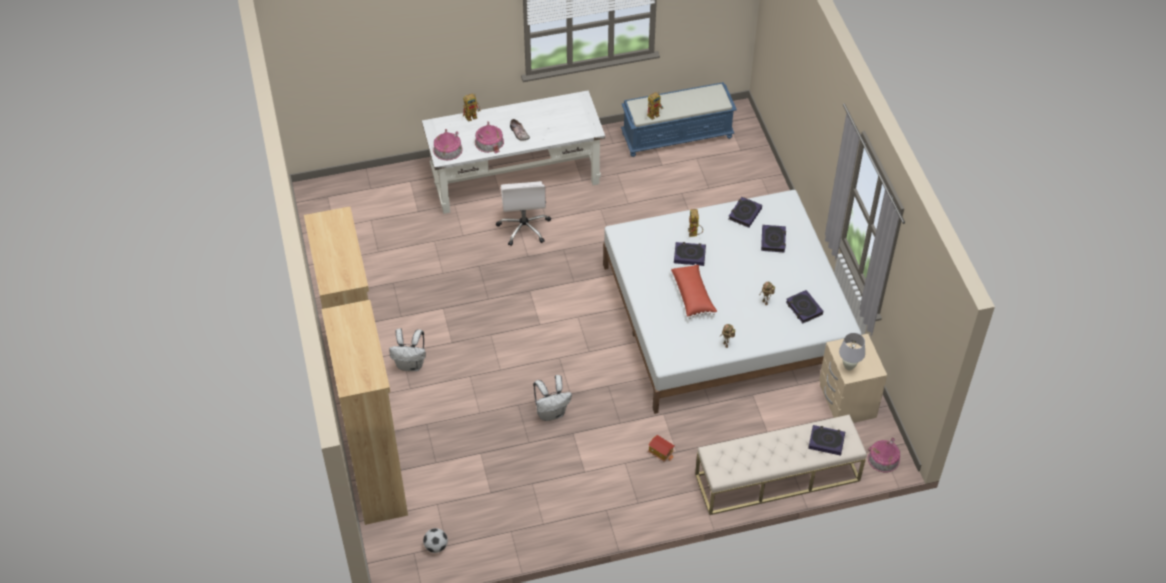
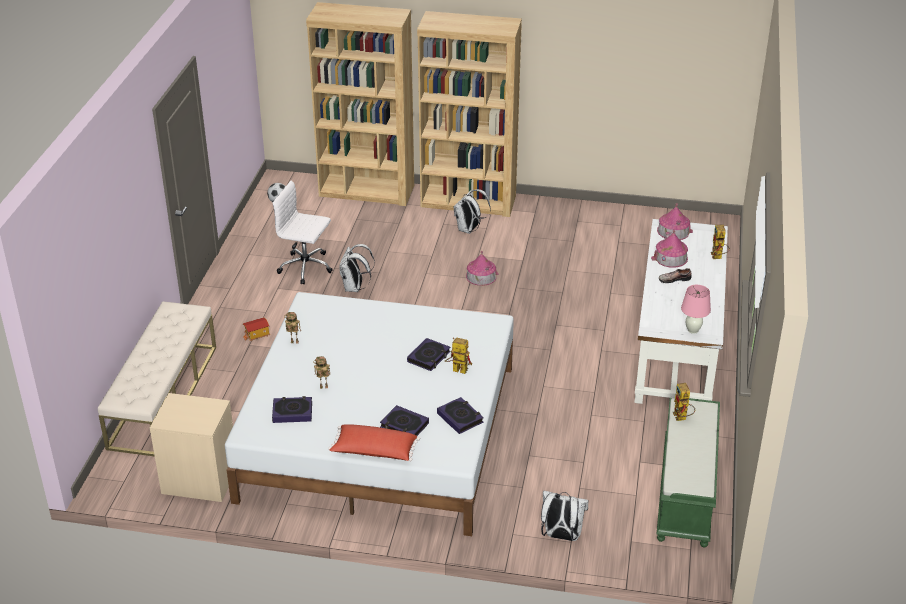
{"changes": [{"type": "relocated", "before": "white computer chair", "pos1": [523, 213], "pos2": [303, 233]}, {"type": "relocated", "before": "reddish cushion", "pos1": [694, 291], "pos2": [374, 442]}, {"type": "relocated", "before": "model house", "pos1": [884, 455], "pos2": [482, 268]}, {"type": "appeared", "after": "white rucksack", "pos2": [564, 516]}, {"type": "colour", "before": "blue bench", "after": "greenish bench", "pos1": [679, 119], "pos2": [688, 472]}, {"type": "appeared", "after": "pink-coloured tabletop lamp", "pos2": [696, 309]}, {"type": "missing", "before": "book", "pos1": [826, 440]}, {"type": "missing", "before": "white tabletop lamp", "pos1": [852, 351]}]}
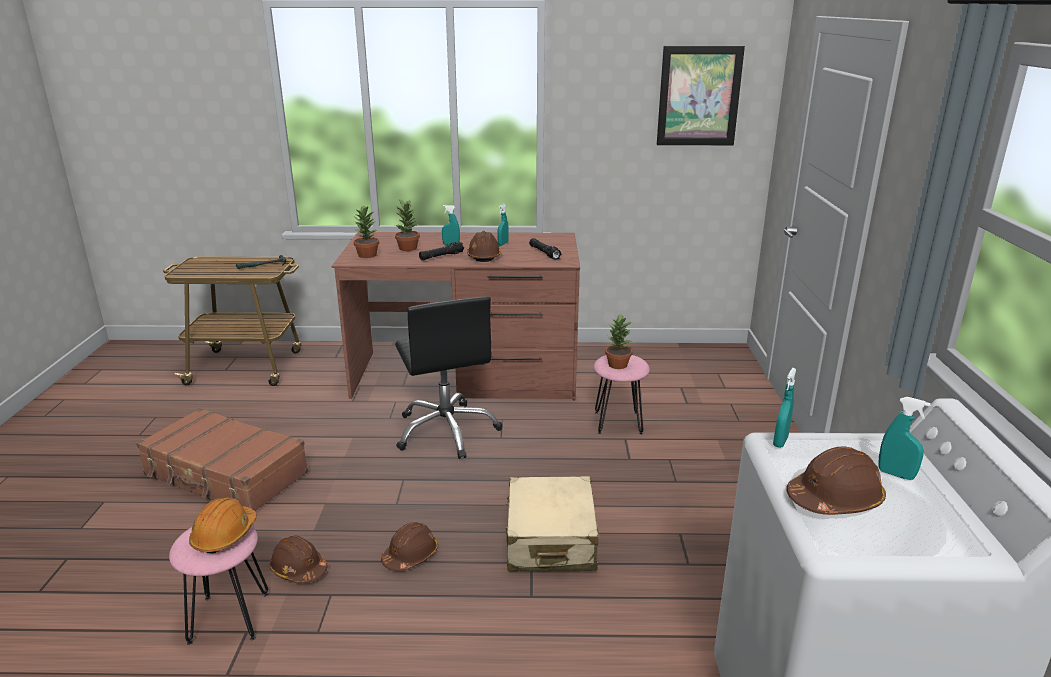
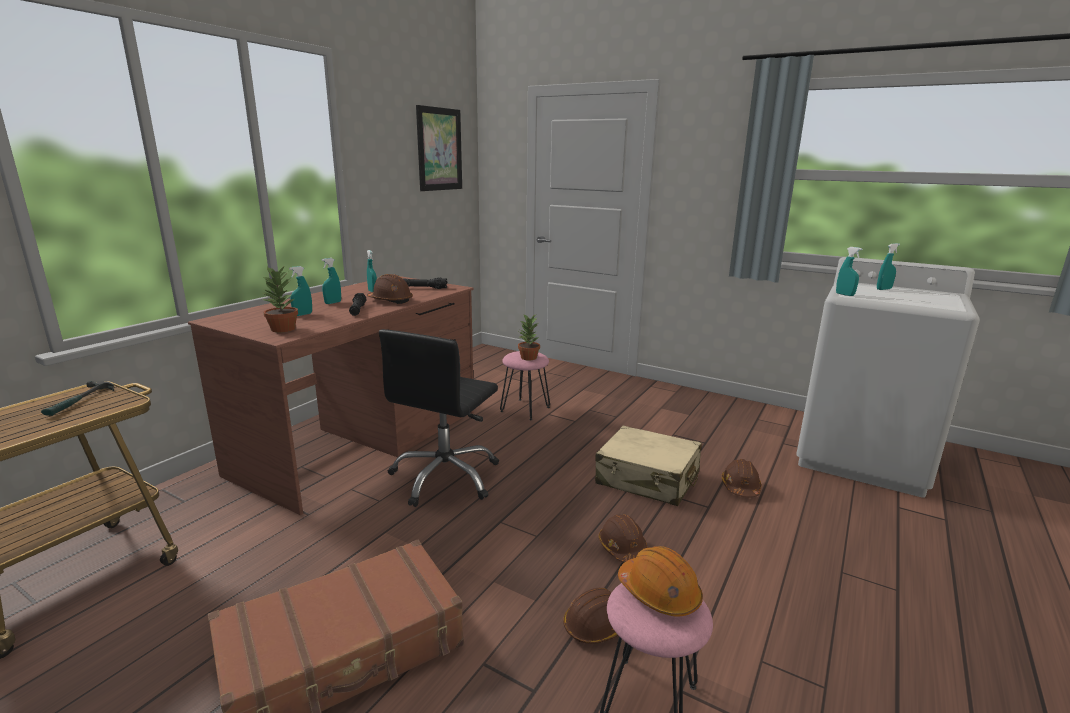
{"changes": [{"type": "exchanged", "before": "plant in a pot", "after": "blue-green spray bottle", "pos1": [407, 225], "pos2": [300, 291]}, {"type": "spun", "before": "black computer chair", "pos1": [448, 377], "pos2": [439, 418], "turn": 105}, {"type": "relocated", "before": "brown-coloured work helmet", "pos1": [836, 480], "pos2": [742, 478]}]}
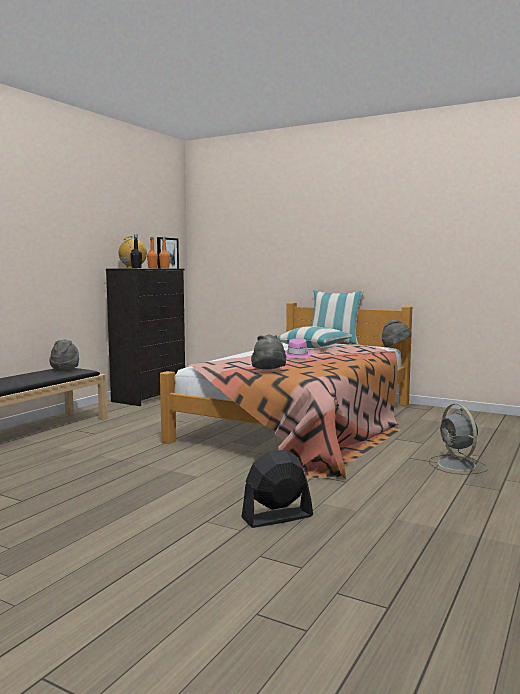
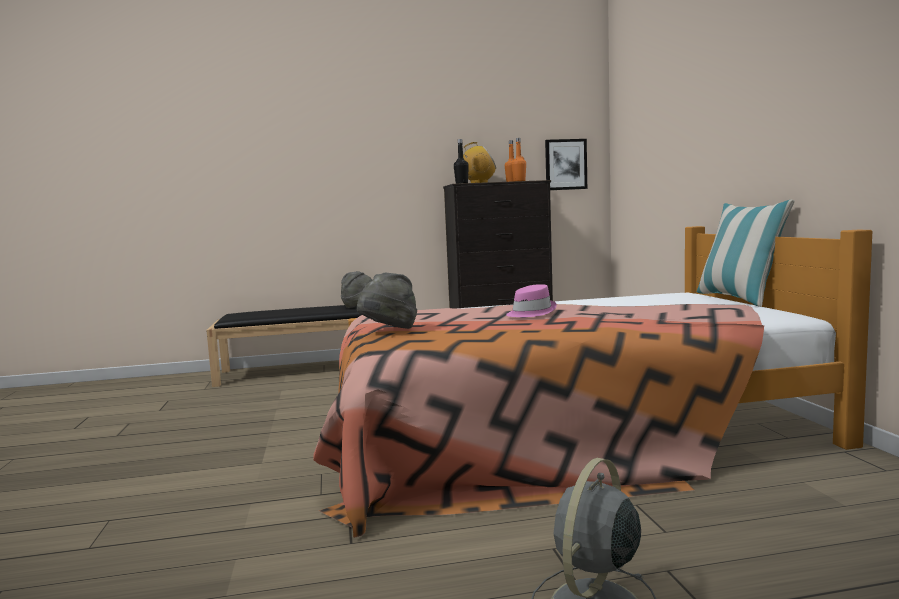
{"changes": [{"type": "missing", "before": "black fan", "pos1": [277, 488]}, {"type": "missing", "before": "cushion", "pos1": [314, 337]}, {"type": "missing", "before": "grey wearable hat", "pos1": [396, 333]}]}
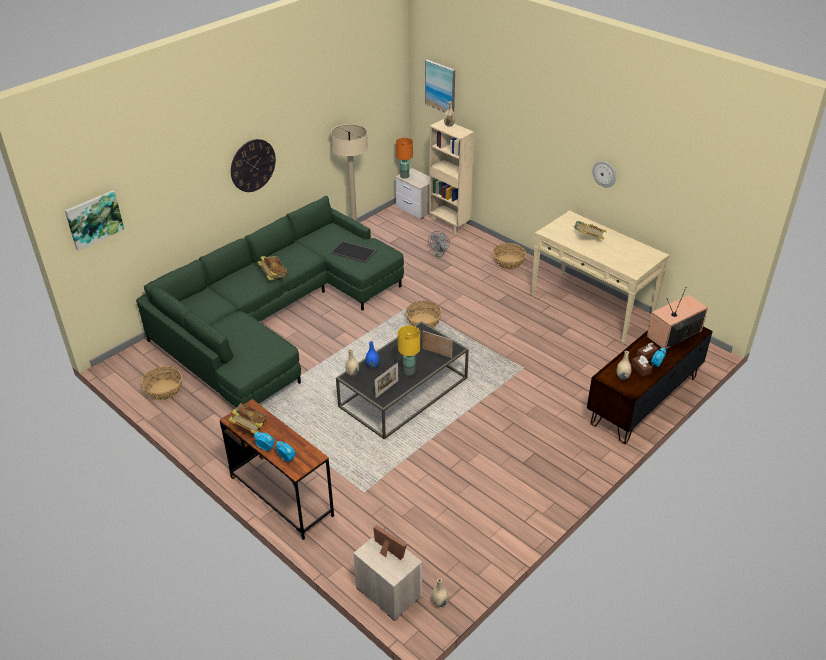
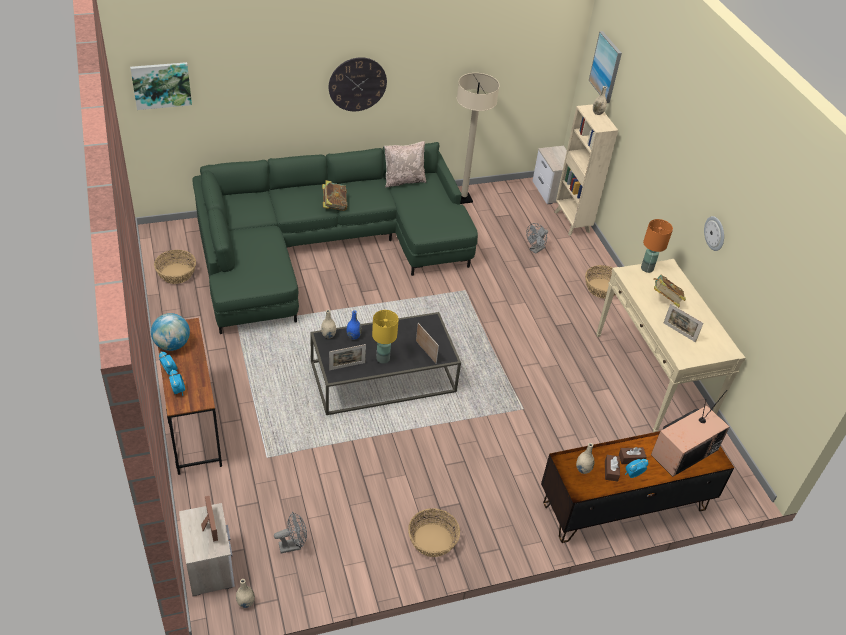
{"changes": [{"type": "exchanged", "before": "book", "after": "desk globe", "pos1": [247, 418], "pos2": [170, 332]}, {"type": "appeared", "after": "grey fan", "pos2": [290, 533]}, {"type": "appeared", "after": "beige cushion", "pos2": [405, 164]}, {"type": "relocated", "before": "household basket", "pos1": [423, 314], "pos2": [434, 532]}, {"type": "relocated", "before": "orange tabletop lamp", "pos1": [404, 158], "pos2": [657, 246]}, {"type": "spun", "before": "TV", "pos1": [677, 318], "pos2": [690, 433], "turn": 150}, {"type": "appeared", "after": "picture frame", "pos2": [683, 323]}, {"type": "missing", "before": "serving tray", "pos1": [354, 252]}]}
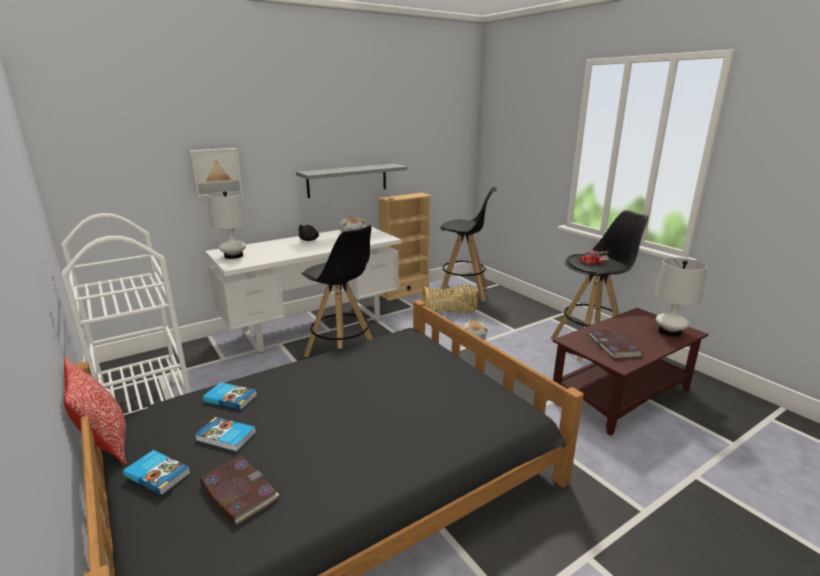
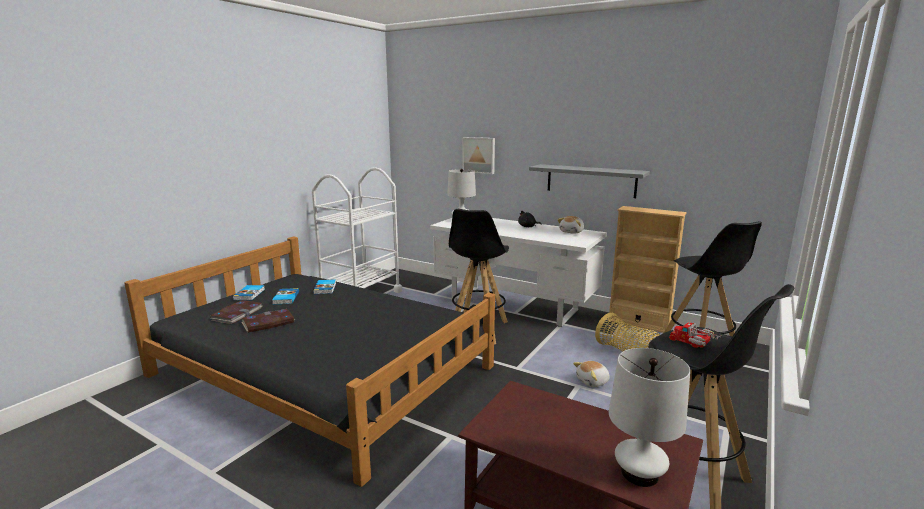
{"changes": [{"type": "relocated", "before": "book", "pos1": [615, 344], "pos2": [268, 320]}, {"type": "missing", "before": "cushion", "pos1": [95, 411]}]}
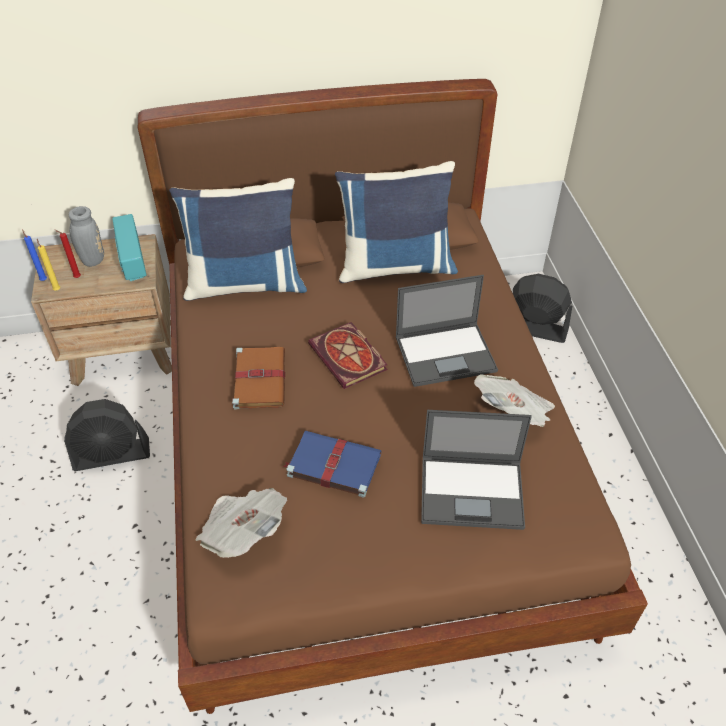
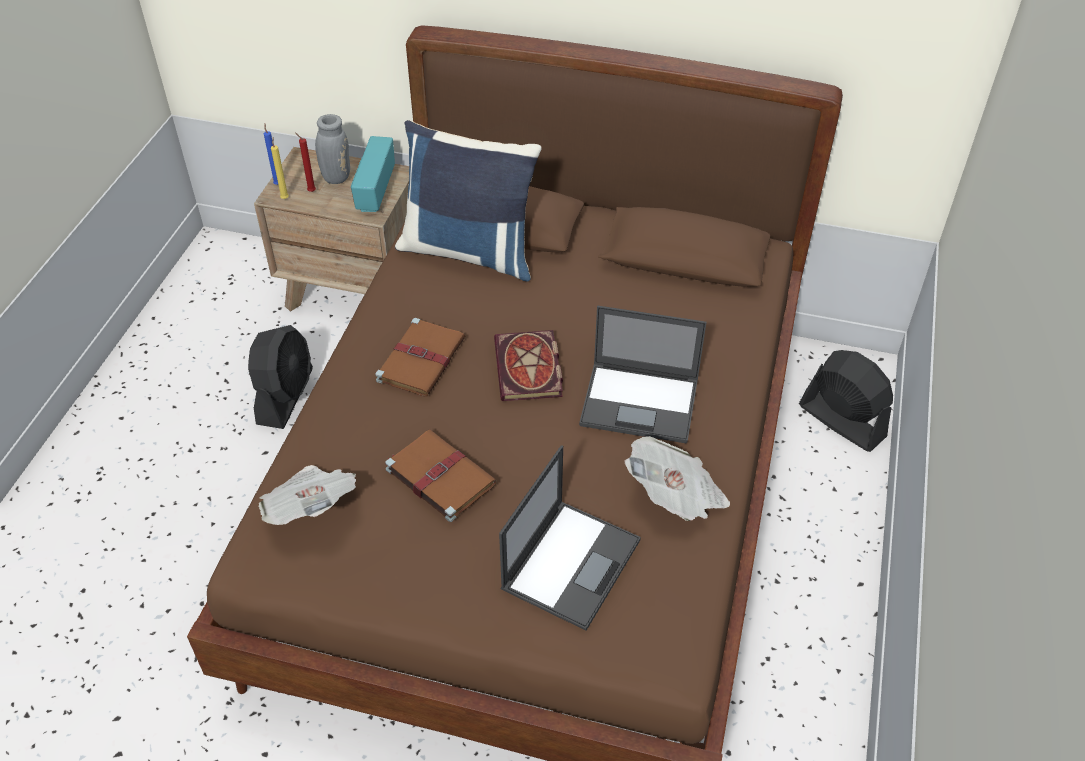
{"changes": [{"type": "spun", "before": "black fan", "pos1": [107, 435], "pos2": [280, 377], "turn": -90}, {"type": "colour", "before": "blue book", "after": "brown-coloured book", "pos1": [332, 464], "pos2": [441, 475]}, {"type": "spun", "before": "portable computer", "pos1": [476, 470], "pos2": [570, 538], "turn": -90}, {"type": "missing", "before": "blue cushion", "pos1": [396, 222]}]}
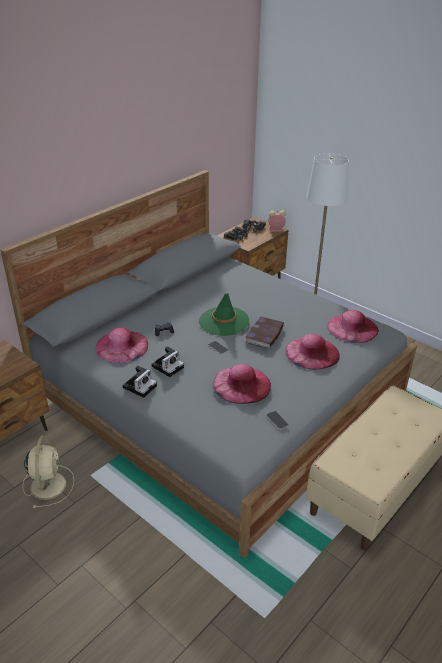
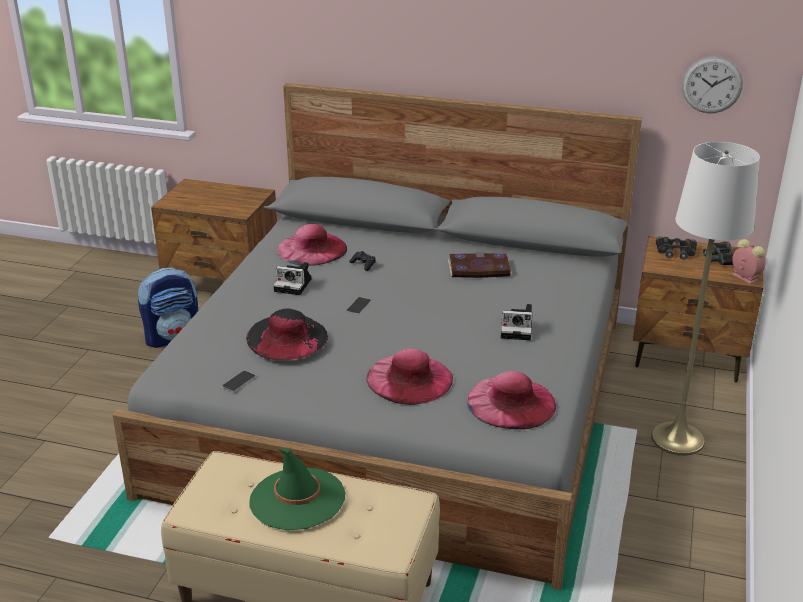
{"changes": [{"type": "exchanged", "before": "beige fan", "after": "rucksack", "pos1": [48, 471], "pos2": [168, 307]}, {"type": "colour", "before": "pink-coloured wearable hat", "after": "black wearable hat", "pos1": [242, 384], "pos2": [287, 334]}, {"type": "relocated", "before": "greenish wearable hat", "pos1": [224, 314], "pos2": [297, 489]}, {"type": "relocated", "before": "book", "pos1": [264, 333], "pos2": [479, 265]}, {"type": "relocated", "before": "still camera", "pos1": [140, 382], "pos2": [517, 322]}, {"type": "appeared", "after": "clock on the wall", "pos2": [712, 84]}]}
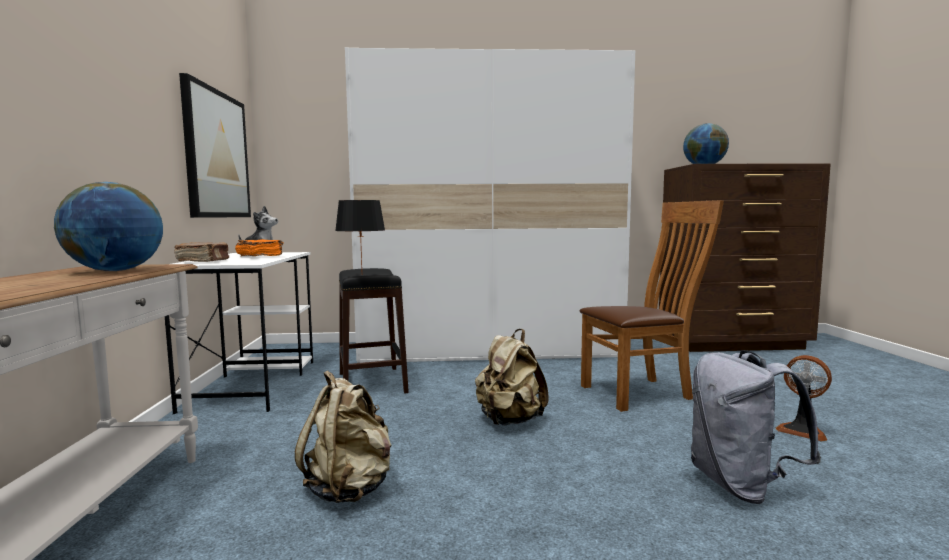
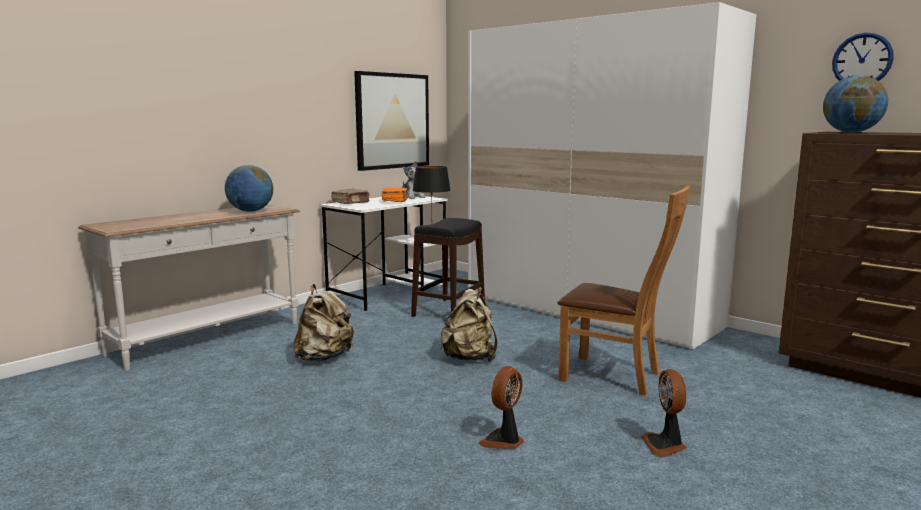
{"changes": [{"type": "exchanged", "before": "grey rucksack", "after": "fan", "pos1": [756, 427], "pos2": [501, 407]}, {"type": "appeared", "after": "clock on the wall", "pos2": [863, 57]}]}
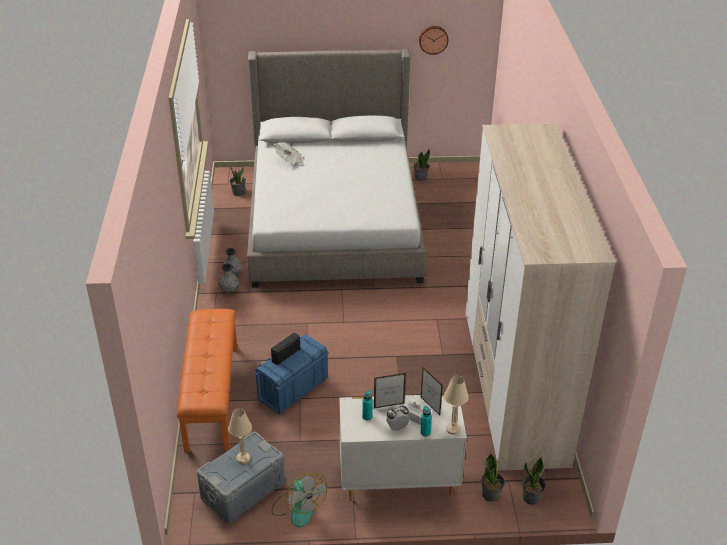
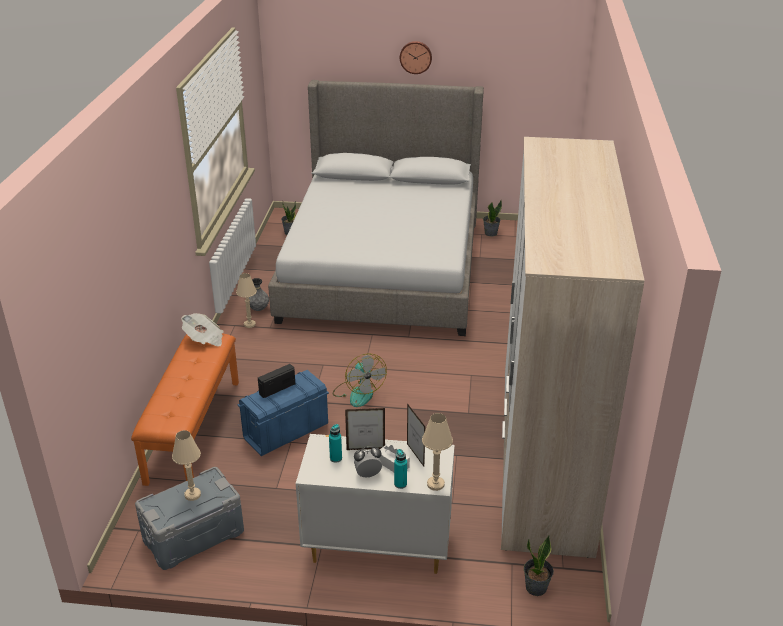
{"changes": [{"type": "relocated", "before": "daily paper", "pos1": [288, 153], "pos2": [202, 330]}, {"type": "exchanged", "before": "grey decorative vase", "after": "beige tabletop lamp", "pos1": [229, 278], "pos2": [246, 300]}, {"type": "relocated", "before": "fan", "pos1": [299, 500], "pos2": [360, 380]}, {"type": "relocated", "before": "clock on the wall", "pos1": [434, 40], "pos2": [416, 57]}, {"type": "missing", "before": "plant in a pot", "pos1": [493, 478]}]}
